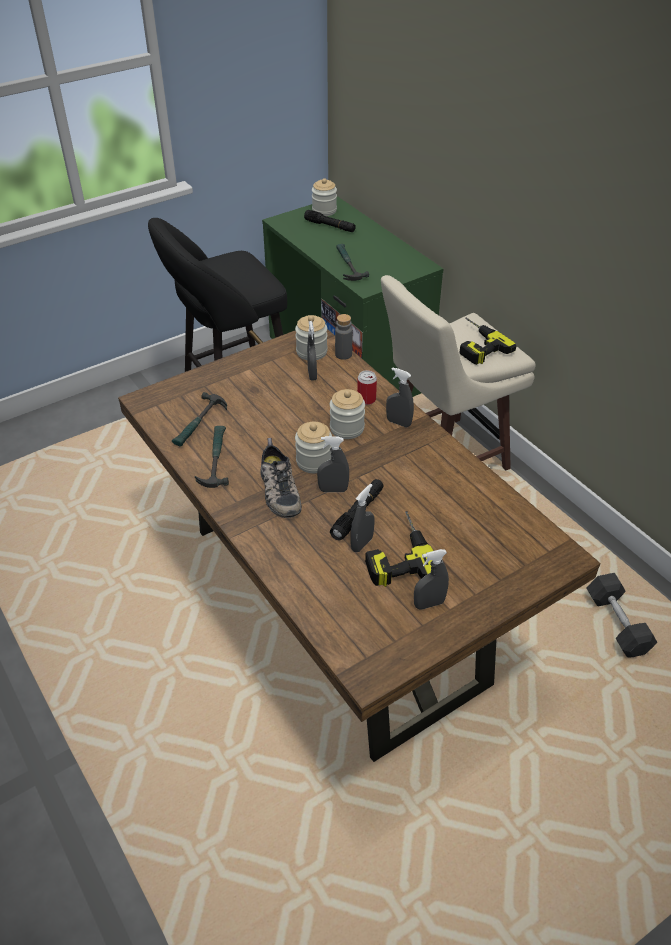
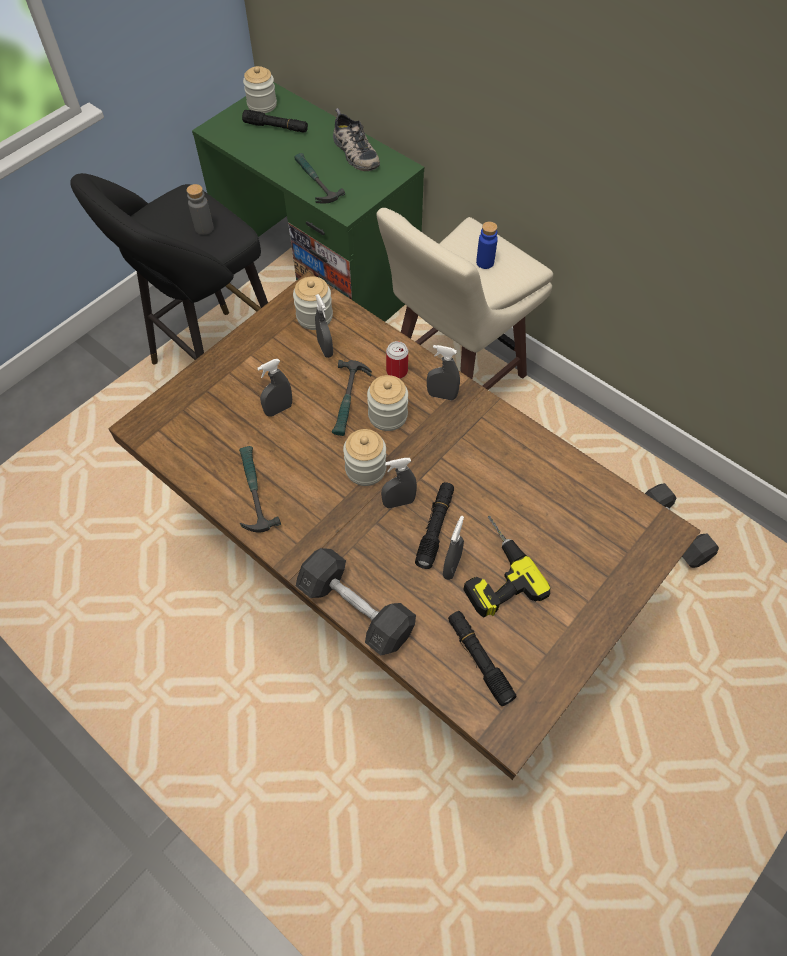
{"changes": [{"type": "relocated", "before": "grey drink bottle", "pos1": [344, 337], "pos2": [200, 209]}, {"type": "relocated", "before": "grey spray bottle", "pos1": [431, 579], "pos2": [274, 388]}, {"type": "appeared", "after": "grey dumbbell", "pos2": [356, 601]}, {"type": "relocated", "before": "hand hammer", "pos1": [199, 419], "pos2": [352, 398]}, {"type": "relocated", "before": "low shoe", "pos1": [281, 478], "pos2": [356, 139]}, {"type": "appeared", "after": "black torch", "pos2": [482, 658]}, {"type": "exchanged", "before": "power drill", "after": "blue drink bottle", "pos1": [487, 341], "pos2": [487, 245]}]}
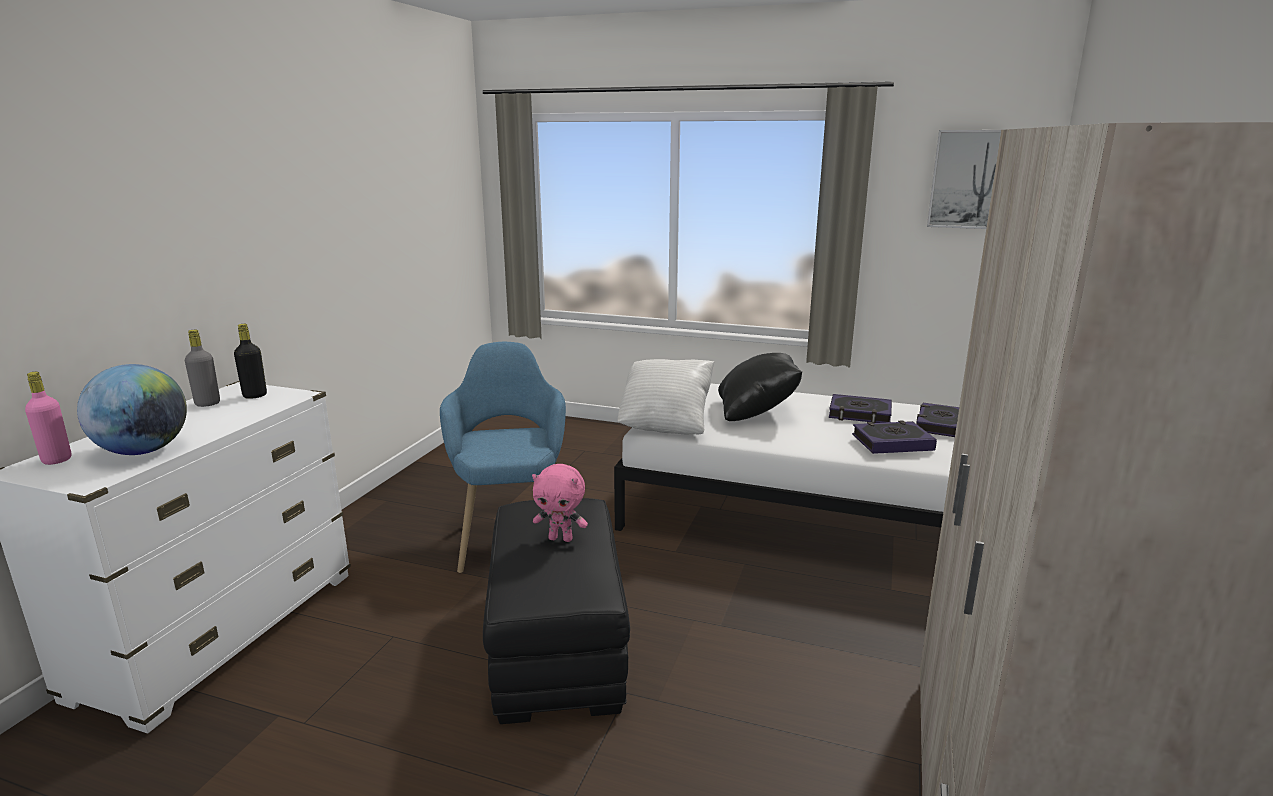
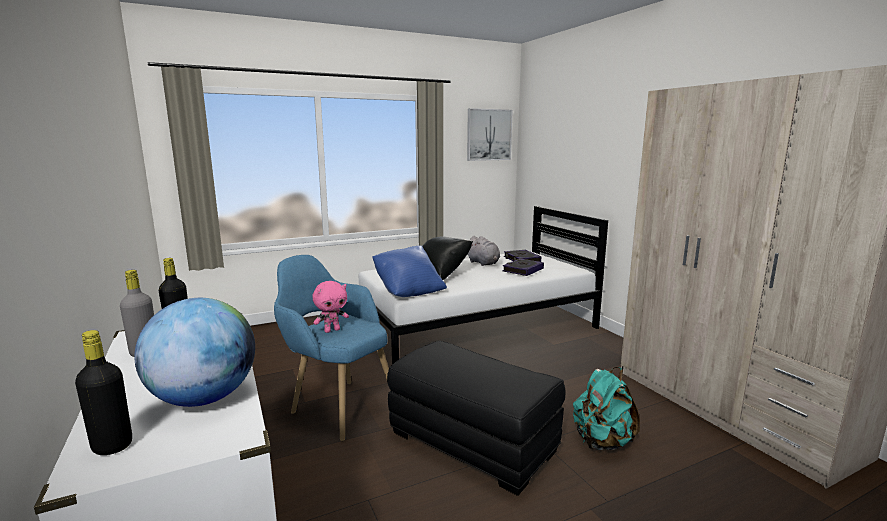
{"changes": [{"type": "colour", "before": "pink-coloured drink bottle", "after": "black drink bottle", "pos1": [48, 418], "pos2": [103, 392]}, {"type": "relocated", "before": "pink-coloured cuddly toy", "pos1": [560, 503], "pos2": [330, 307]}, {"type": "colour", "before": "white cushion", "after": "blue cushion", "pos1": [666, 396], "pos2": [409, 271]}, {"type": "exchanged", "before": "book", "after": "grey cuddly toy", "pos1": [860, 408], "pos2": [484, 251]}, {"type": "appeared", "after": "blue-green rucksack", "pos2": [606, 408]}]}
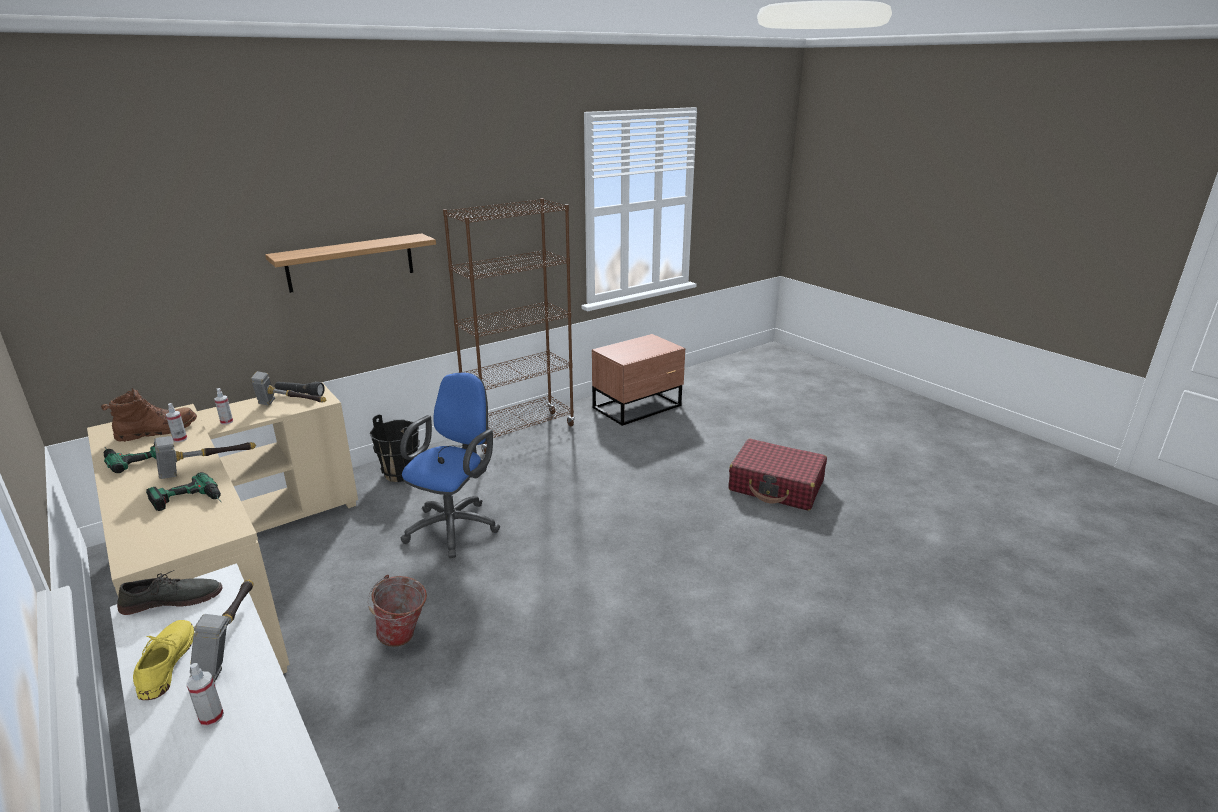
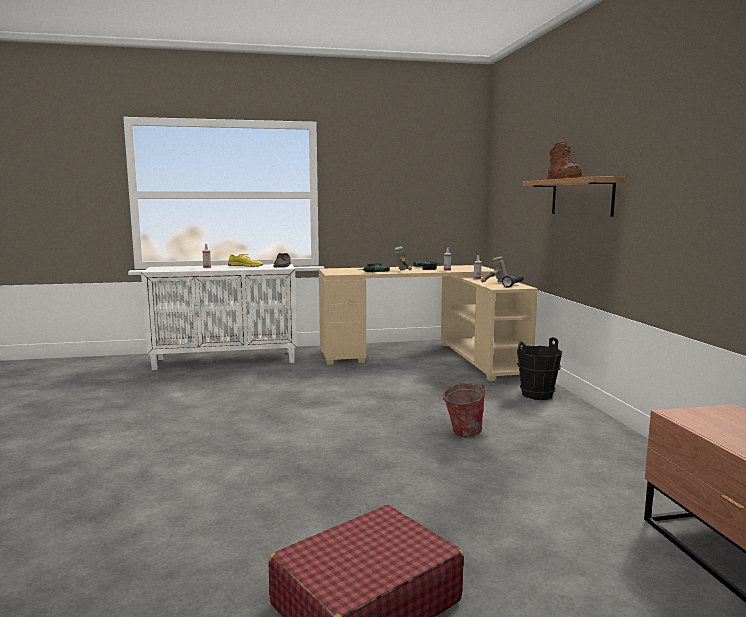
{"changes": [{"type": "relocated", "before": "bucket", "pos1": [397, 611], "pos2": [463, 410]}, {"type": "relocated", "before": "brown-coloured boot", "pos1": [149, 415], "pos2": [564, 161]}, {"type": "missing", "before": "hand hammer", "pos1": [221, 631]}, {"type": "missing", "before": "blue computer chair", "pos1": [450, 465]}, {"type": "missing", "before": "brown-coloured shelving unit", "pos1": [509, 326]}]}
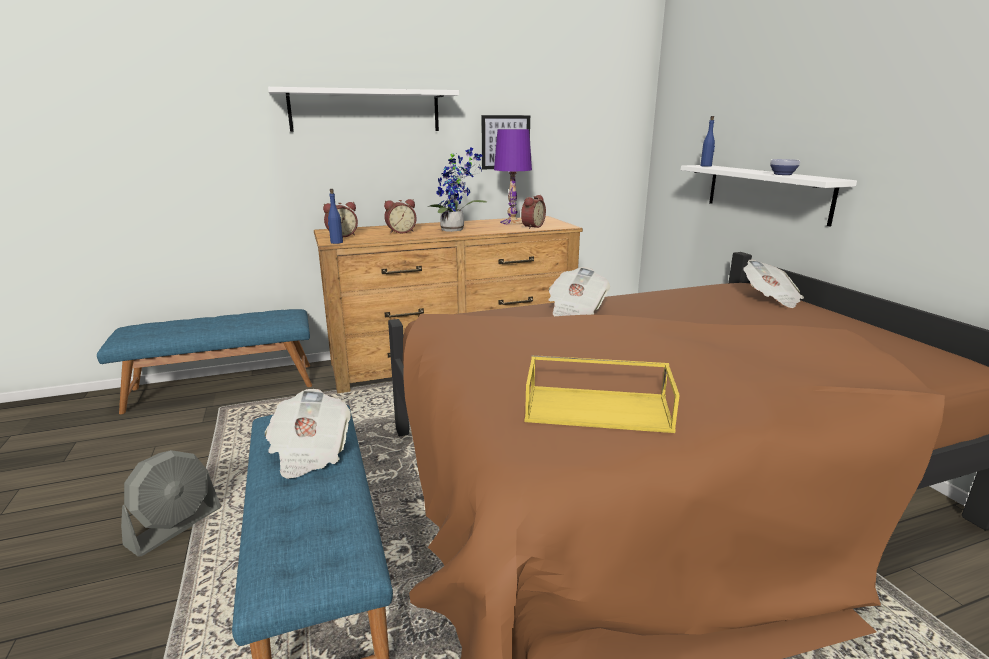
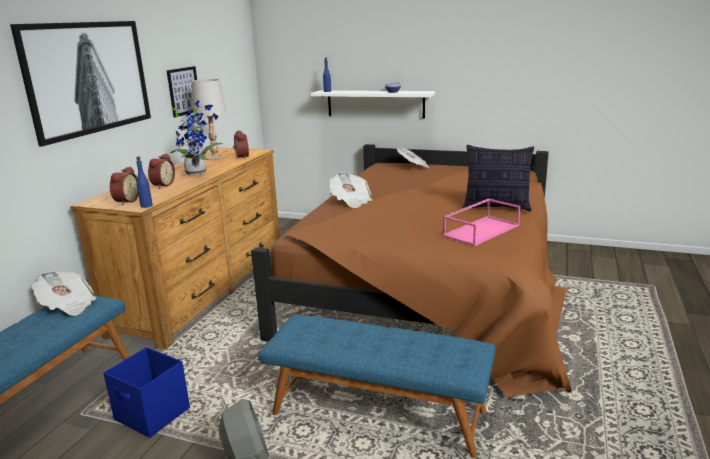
{"changes": [{"type": "exchanged", "before": "white shelf", "after": "wall picture", "pos1": [363, 109], "pos2": [80, 83]}, {"type": "relocated", "before": "daily paper", "pos1": [308, 434], "pos2": [64, 293]}, {"type": "appeared", "after": "blue storage bin", "pos2": [146, 392]}, {"type": "colour", "before": "purple tabletop lamp", "after": "white tabletop lamp", "pos1": [513, 177], "pos2": [209, 119]}, {"type": "colour", "before": "yellowish serving tray", "after": "pink-coloured serving tray", "pos1": [602, 394], "pos2": [481, 222]}, {"type": "appeared", "after": "cushion", "pos2": [498, 178]}]}
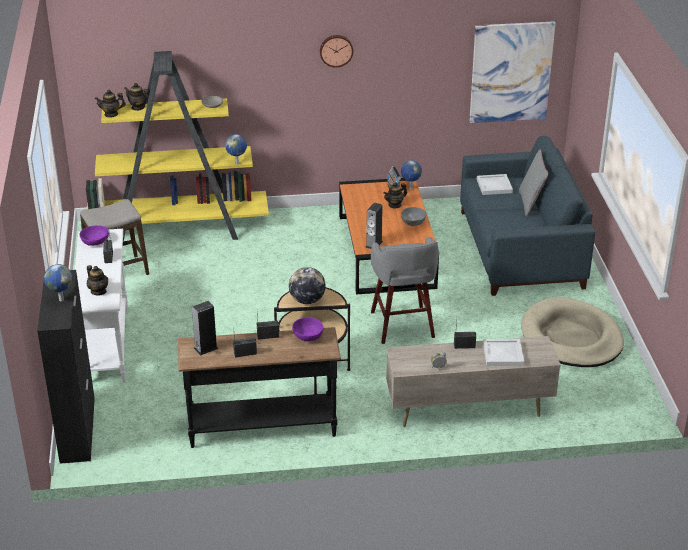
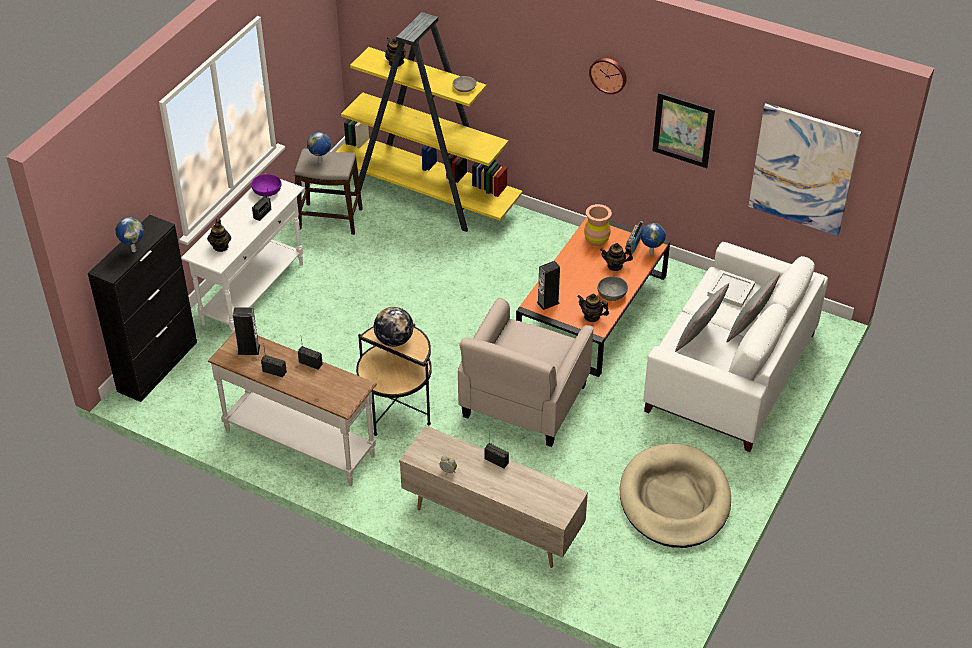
{"changes": [{"type": "colour", "before": "black hall table", "after": "white hall table", "pos1": [259, 387], "pos2": [292, 409]}, {"type": "relocated", "before": "desk globe", "pos1": [236, 149], "pos2": [319, 147]}, {"type": "exchanged", "before": "grey sitting stool", "after": "beige easy chair", "pos1": [405, 290], "pos2": [526, 372]}, {"type": "relocated", "before": "teapot", "pos1": [110, 103], "pos2": [593, 308]}, {"type": "appeared", "after": "brown-coloured decorative vase", "pos2": [598, 225]}, {"type": "colour", "before": "blue couch", "after": "white couch", "pos1": [527, 216], "pos2": [735, 347]}, {"type": "appeared", "after": "wall picture", "pos2": [683, 130]}, {"type": "appeared", "after": "grey cushion", "pos2": [702, 317]}, {"type": "missing", "before": "purple deep dish", "pos1": [308, 329]}, {"type": "missing", "before": "white serving tray", "pos1": [503, 352]}]}
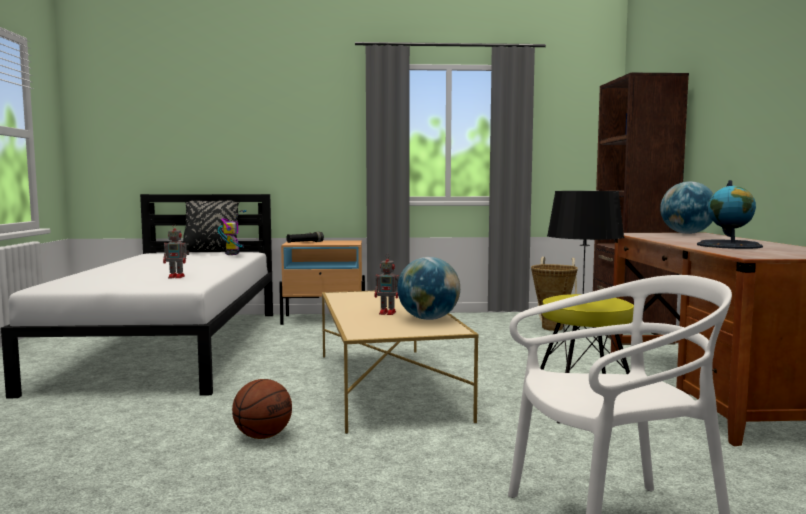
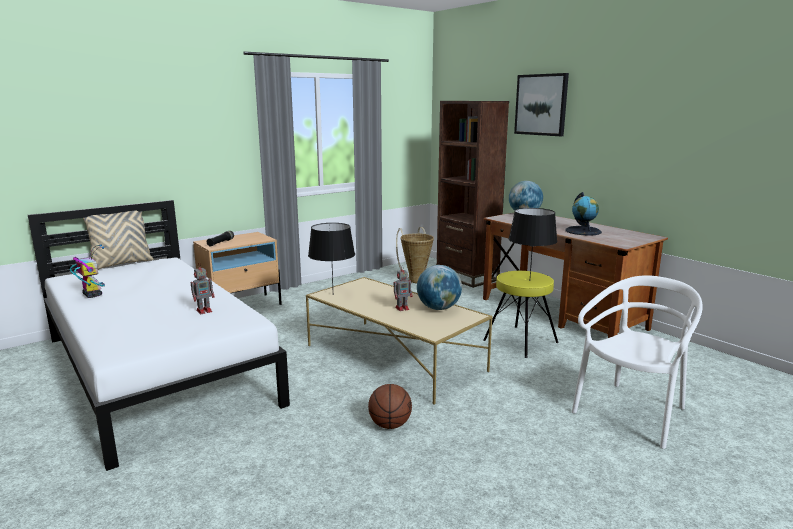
{"changes": [{"type": "relocated", "before": "robot figure", "pos1": [232, 232], "pos2": [87, 271]}, {"type": "colour", "before": "black cushion", "after": "beige cushion", "pos1": [211, 226], "pos2": [118, 240]}, {"type": "appeared", "after": "black tabletop lamp", "pos2": [331, 254]}, {"type": "appeared", "after": "wall picture", "pos2": [541, 104]}]}
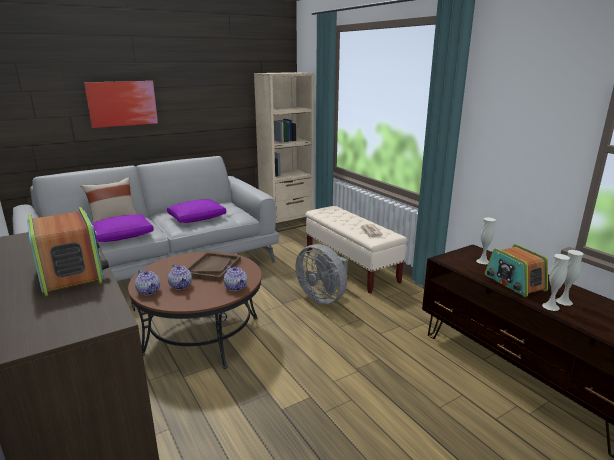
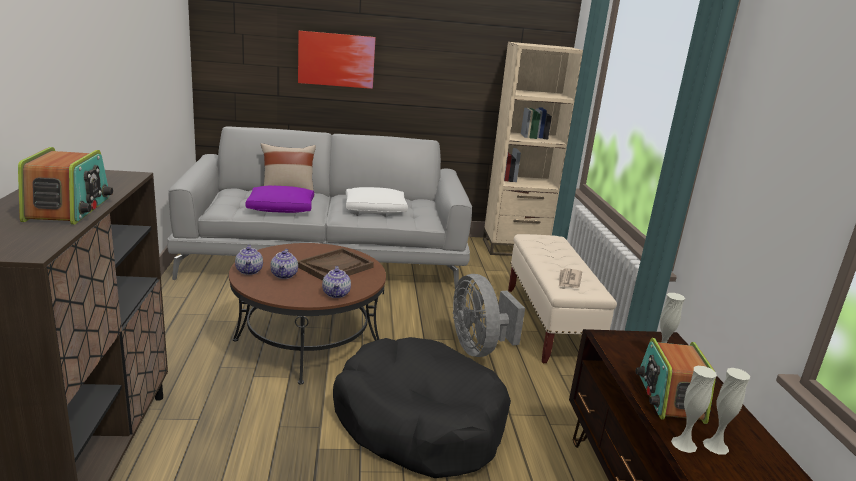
{"changes": [{"type": "appeared", "after": "black pet bed", "pos2": [422, 407]}, {"type": "colour", "before": "purple cushion", "after": "white cushion", "pos1": [196, 211], "pos2": [377, 200]}]}
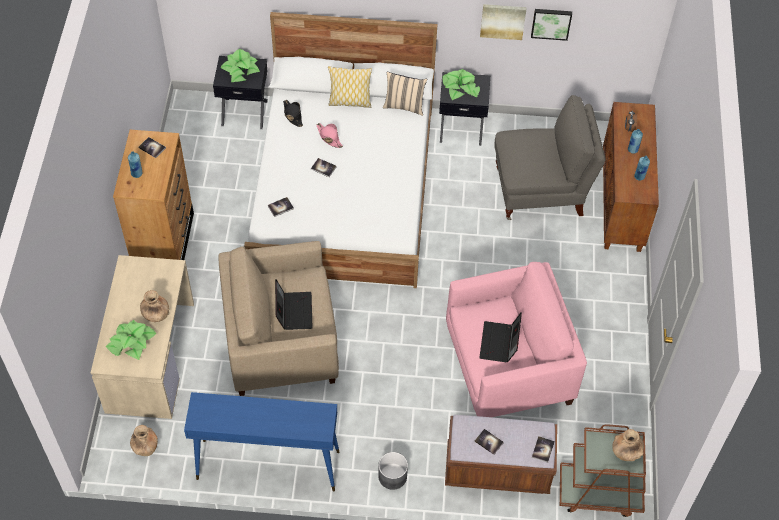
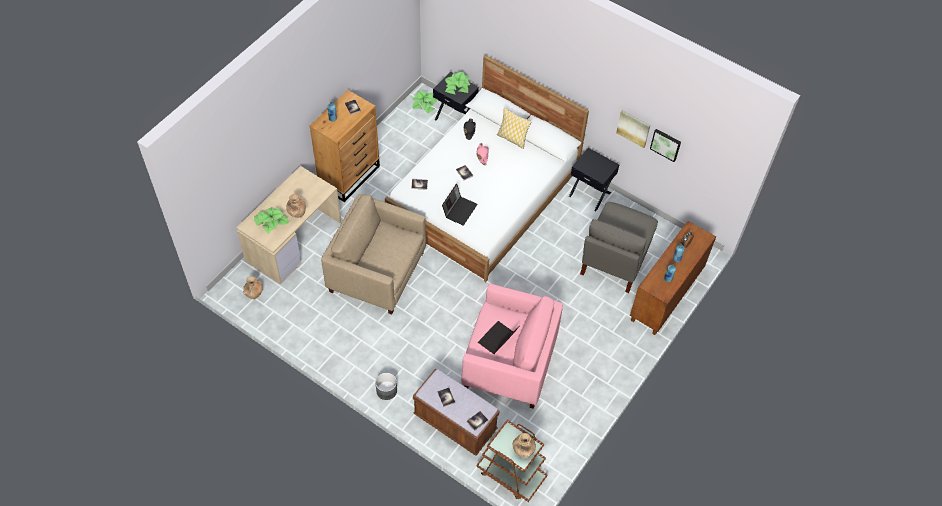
{"changes": [{"type": "relocated", "before": "plant in a pot", "pos1": [461, 84], "pos2": [424, 102]}, {"type": "relocated", "before": "portable computer", "pos1": [294, 304], "pos2": [460, 205]}, {"type": "spun", "before": "grey easy chair", "pos1": [550, 157], "pos2": [619, 247], "turn": 90}, {"type": "missing", "before": "blue hall table", "pos1": [261, 441]}, {"type": "missing", "before": "beige cushion", "pos1": [405, 94]}]}
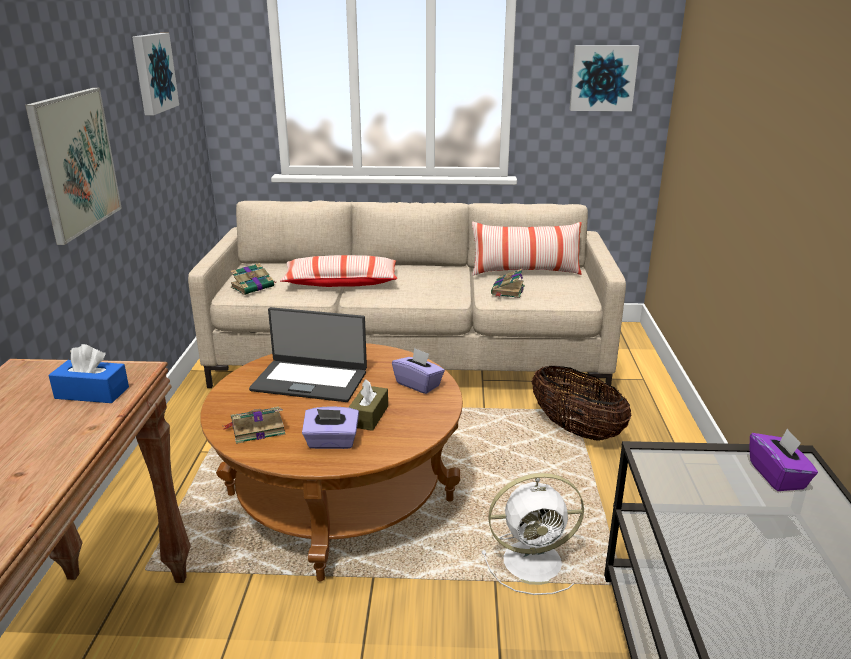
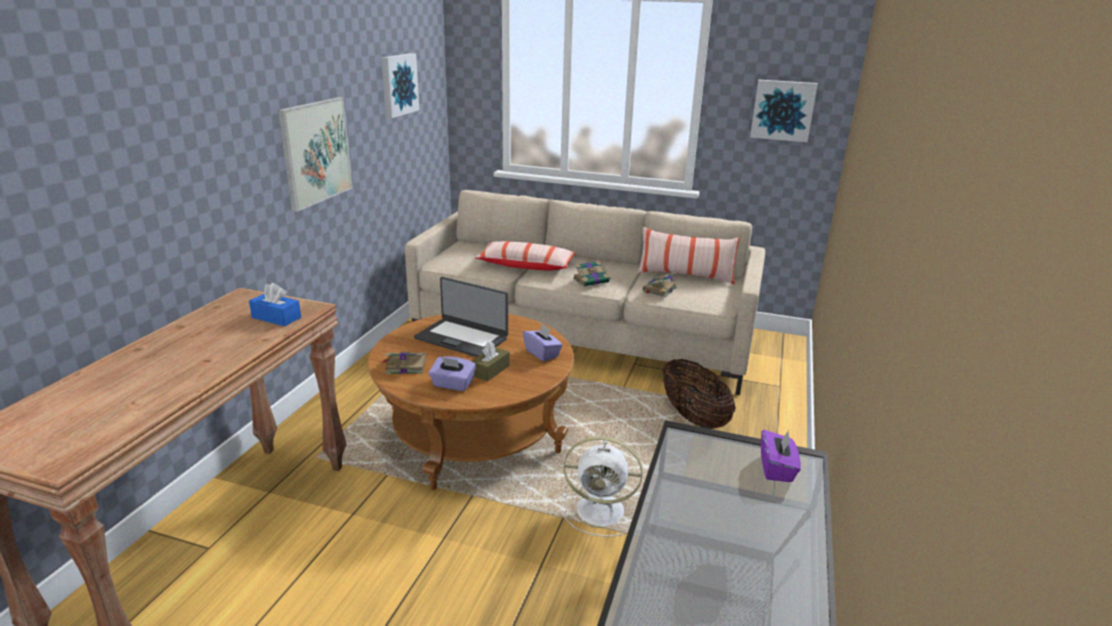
{"changes": [{"type": "relocated", "before": "book", "pos1": [253, 279], "pos2": [592, 274]}]}
